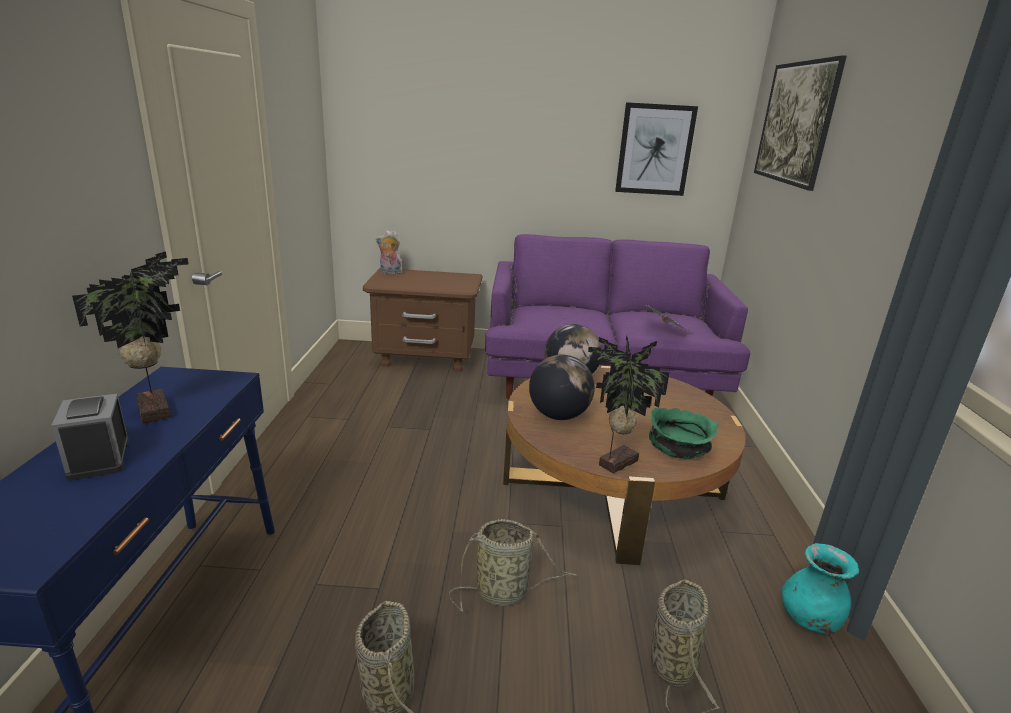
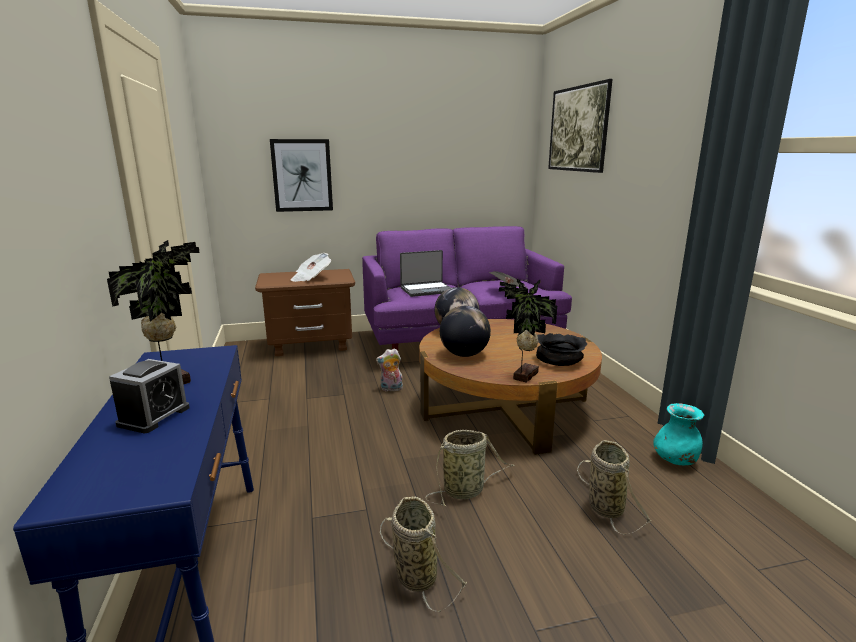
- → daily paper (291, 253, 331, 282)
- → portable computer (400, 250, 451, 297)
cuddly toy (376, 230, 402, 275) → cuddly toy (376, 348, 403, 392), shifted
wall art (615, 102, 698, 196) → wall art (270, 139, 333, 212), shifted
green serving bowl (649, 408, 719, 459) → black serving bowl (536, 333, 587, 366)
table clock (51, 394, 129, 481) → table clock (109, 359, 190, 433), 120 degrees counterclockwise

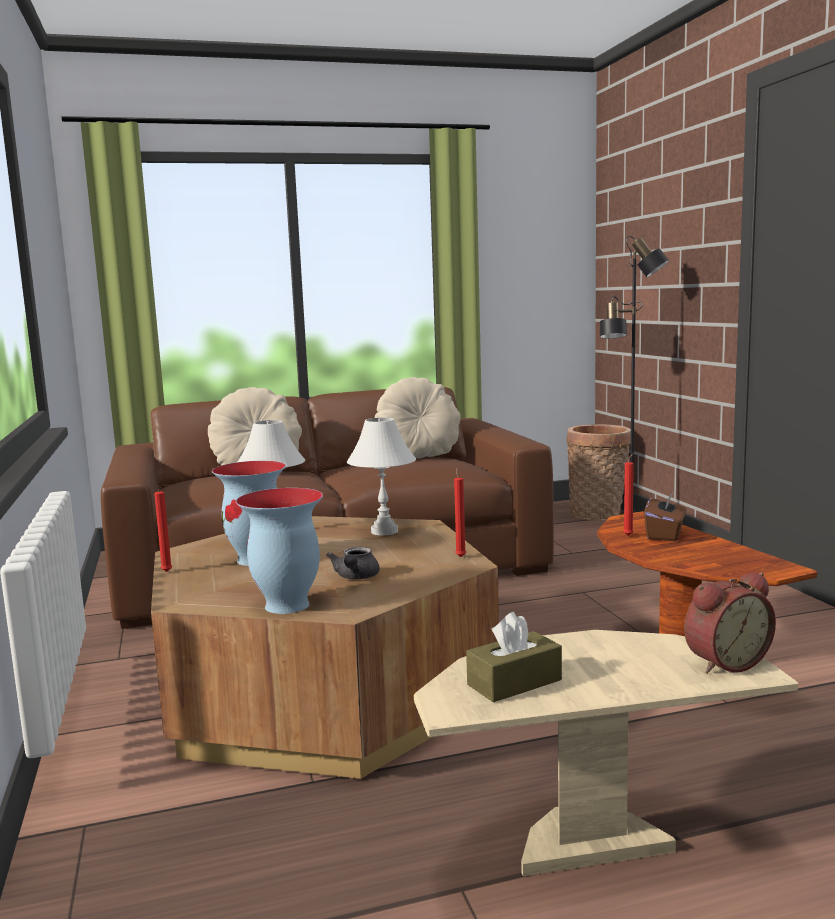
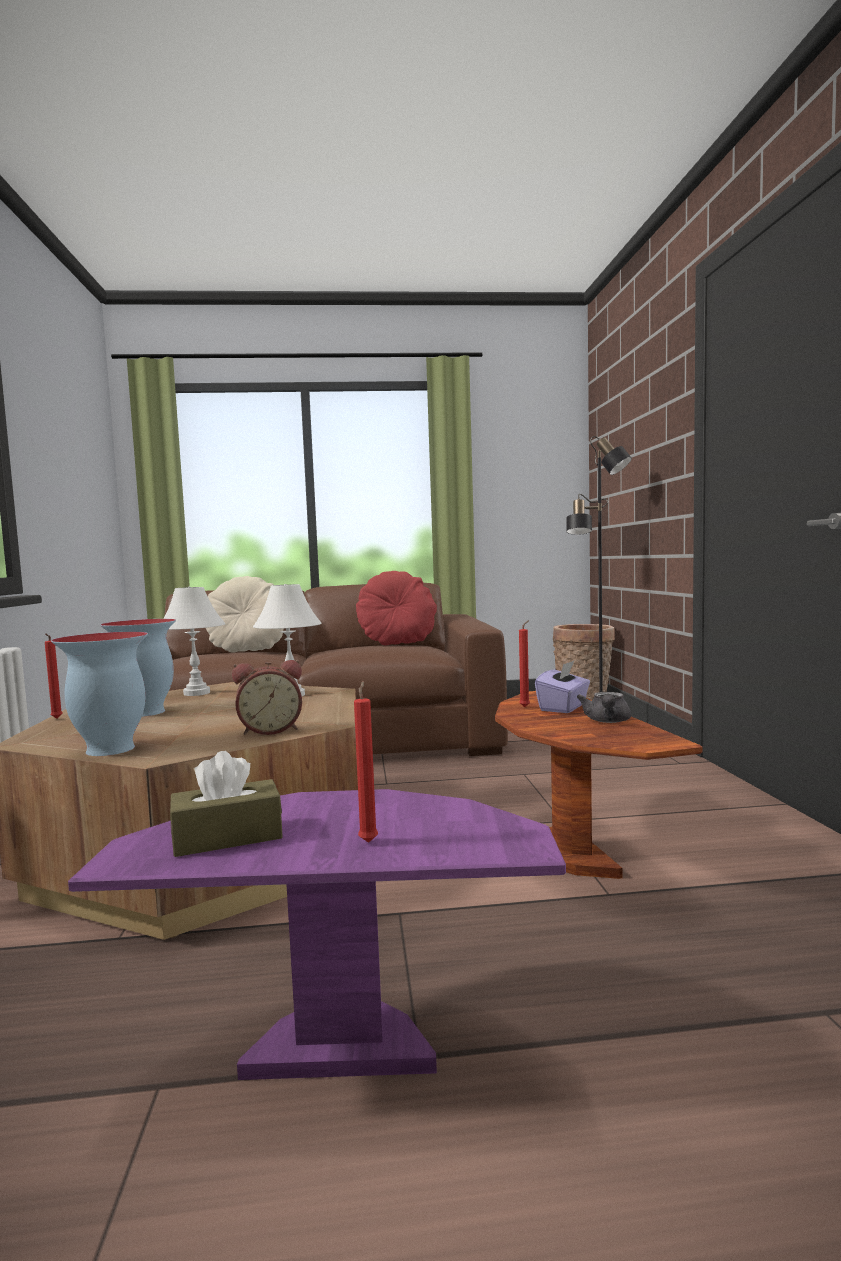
greyish teapot (326, 547, 379, 580) → greyish teapot (577, 692, 631, 723), shifted
red-coloured wax candle (454, 468, 466, 557) → red-coloured wax candle (354, 681, 378, 843), shifted
table clock (684, 572, 776, 674) → table clock (232, 660, 302, 735), shifted
sand-coloured throw pillow (375, 377, 461, 458) → red-coloured throw pillow (356, 571, 437, 645)
sand-coloured end table (414, 630, 798, 876) → purple-coloured end table (68, 789, 566, 1080)
brown tissue holder (644, 491, 686, 541) → purple-coloured tissue holder (535, 660, 590, 713)

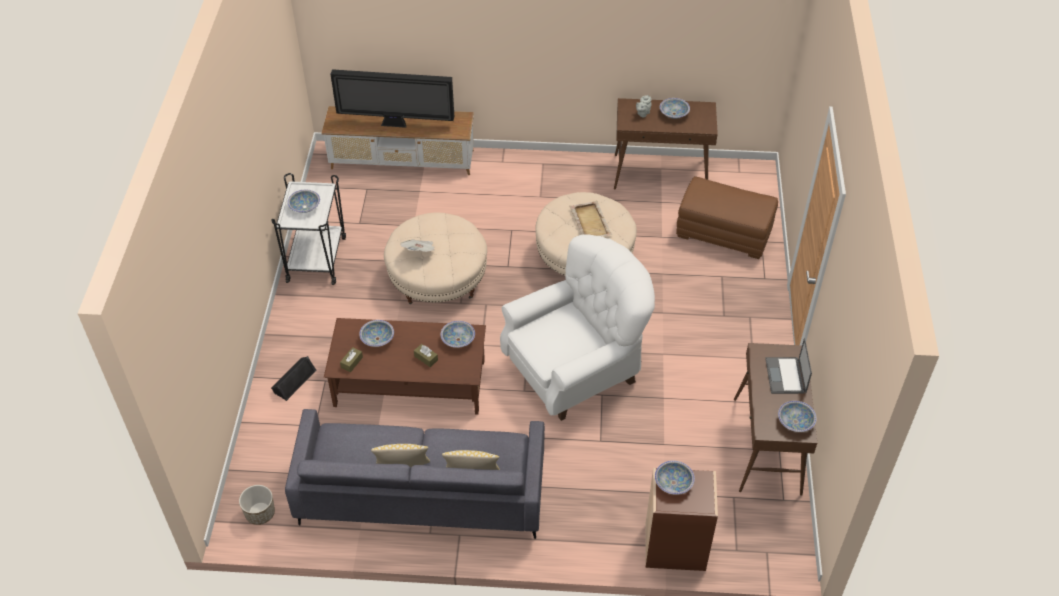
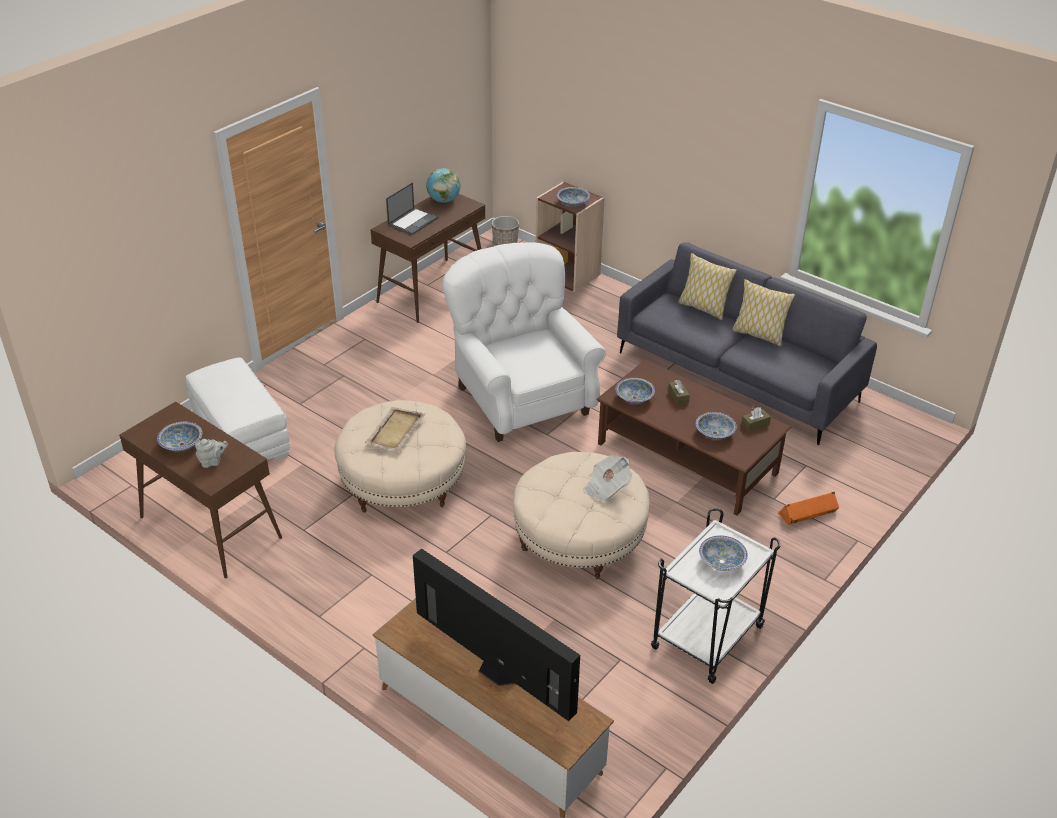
planter (239, 485, 275, 525) → planter (492, 216, 519, 245), shifted
serving bowl (778, 401, 817, 432) → desk globe (426, 168, 461, 203)
black loudspeaker (271, 356, 317, 401) → orangey loudspeaker (778, 491, 839, 525)
brown ottoman (676, 176, 778, 259) → white-coloured ottoman (185, 357, 290, 461)
white-coloured easy chair (500, 234, 655, 421) → white-coloured easy chair (442, 242, 606, 442), 60 degrees clockwise

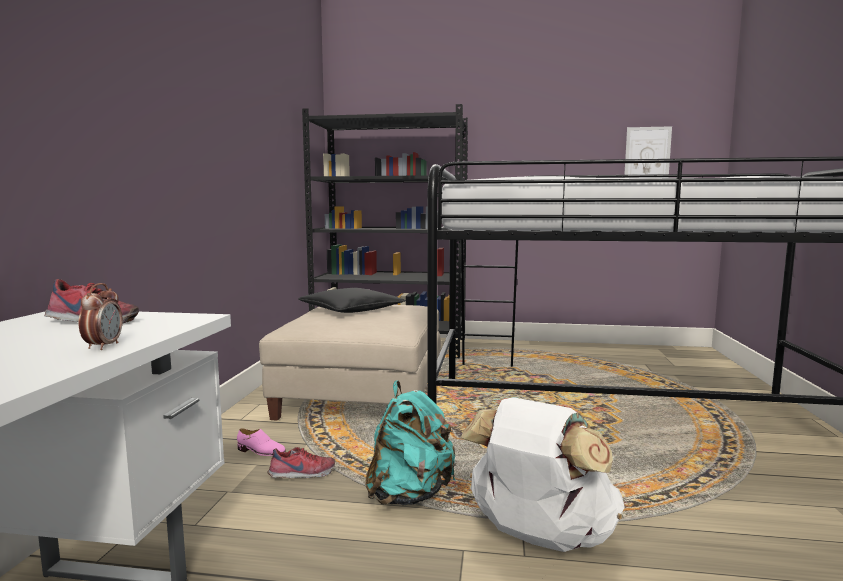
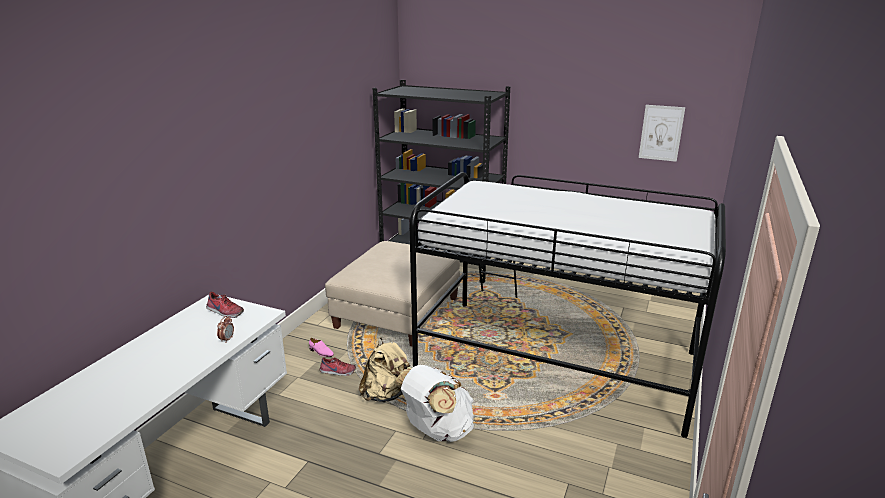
black throw pillow (298, 288, 406, 313) → -
turquoise-coloured backpack (365, 380, 455, 506) → sand-coloured backpack (359, 337, 411, 402)

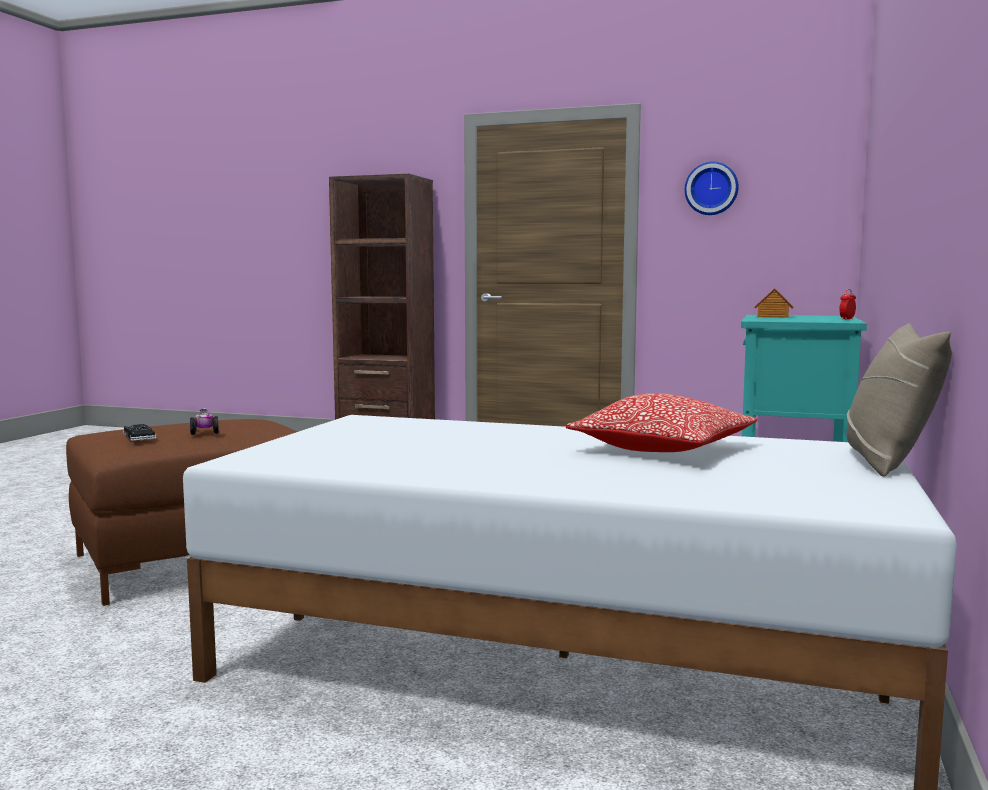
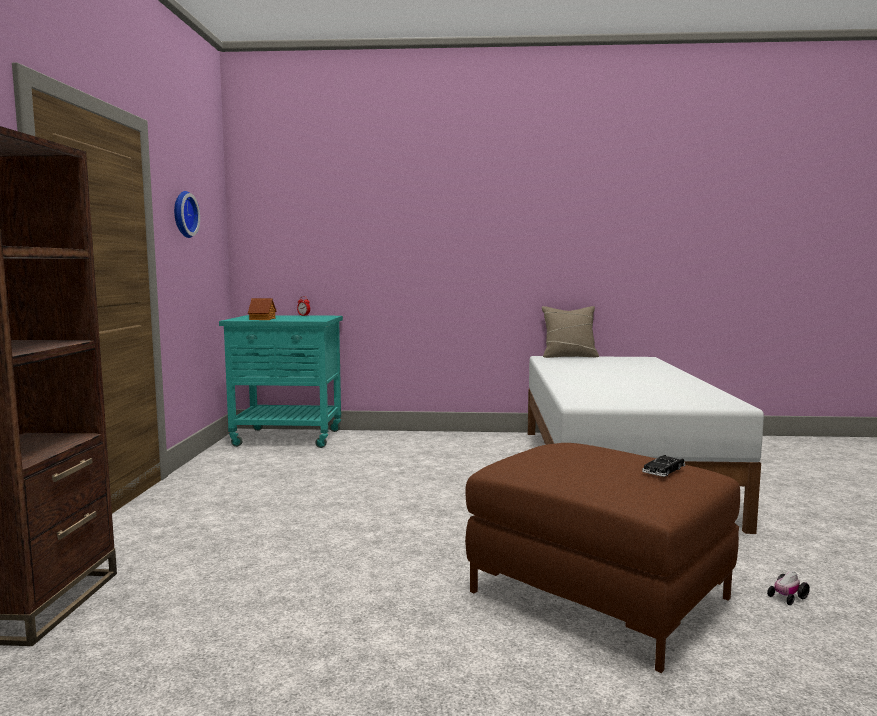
throw pillow (566, 393, 758, 452) → -
model car (190, 408, 219, 435) → model car (767, 571, 810, 605), shifted

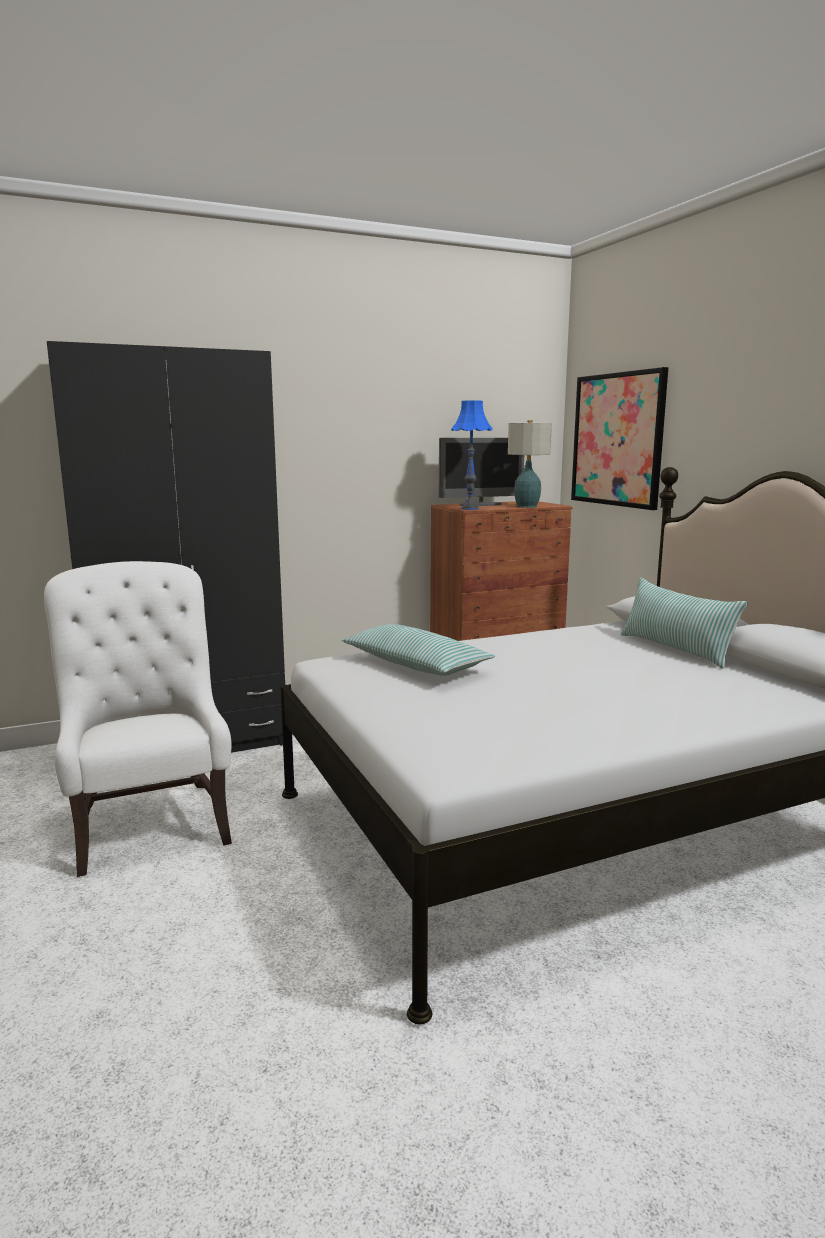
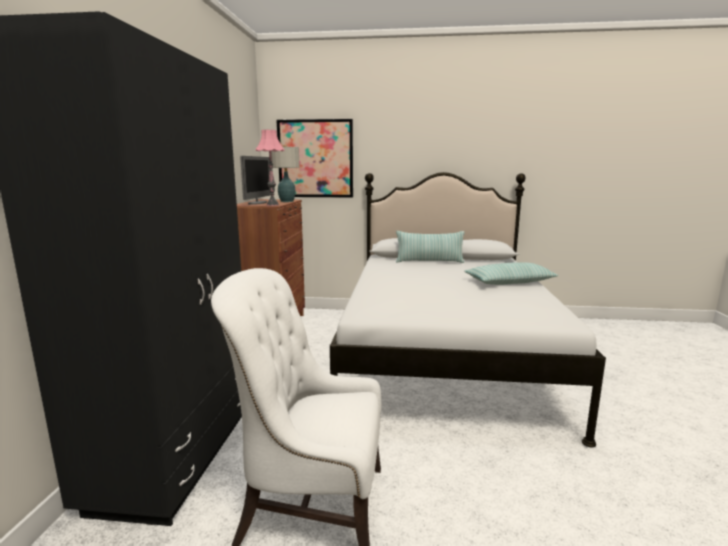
throw pillow (342, 624, 495, 676) → throw pillow (464, 262, 559, 285), shifted
bluish tabletop lamp (451, 400, 493, 510) → pink tabletop lamp (255, 130, 285, 206)

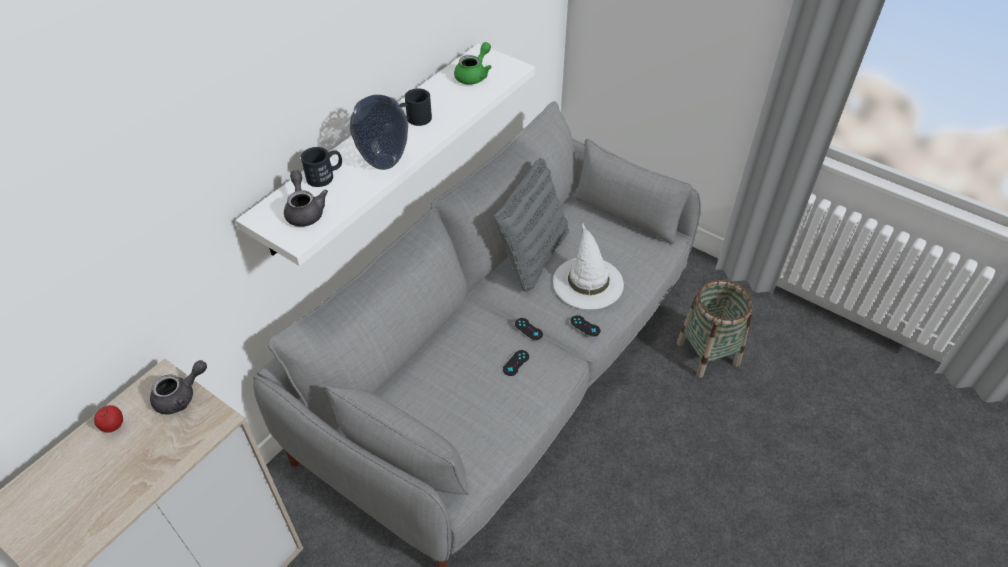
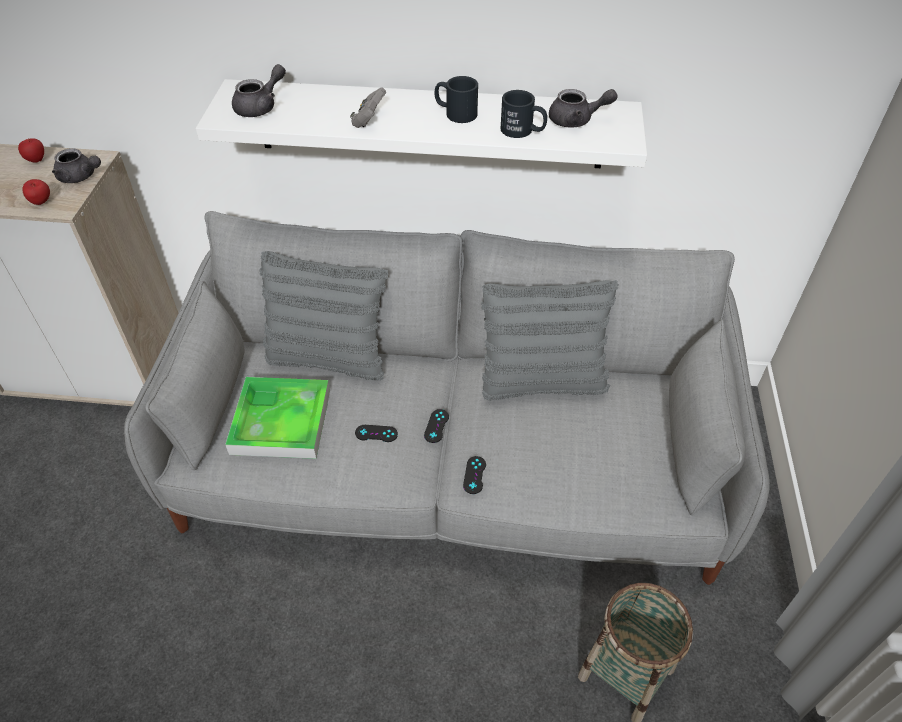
white-coloured wearable hat (553, 223, 624, 309) → -
- → whole apple (22, 179, 50, 205)
- → tray (225, 377, 330, 459)
- → greyish throw pillow (259, 251, 389, 380)
black coffee mug (301, 147, 342, 187) → black coffee mug (501, 90, 547, 138), shifted
flower vase (350, 95, 408, 170) → greyish joypad (350, 87, 386, 128)
green teapot (454, 42, 492, 85) → greyish teapot (549, 89, 618, 127)

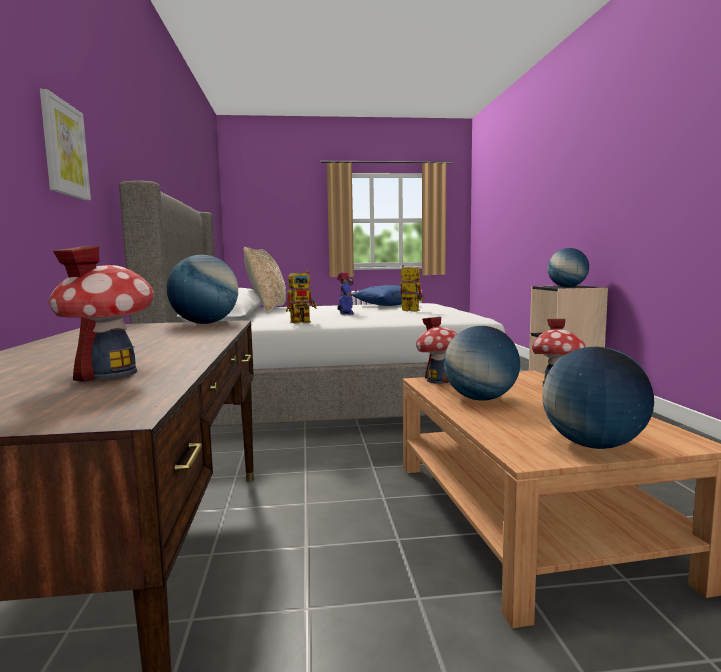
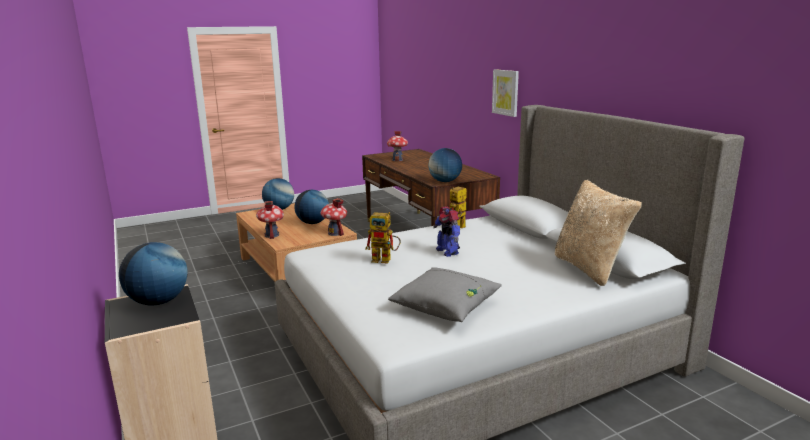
bluish throw pillow (352, 285, 423, 306) → greyish throw pillow (388, 267, 502, 322)

